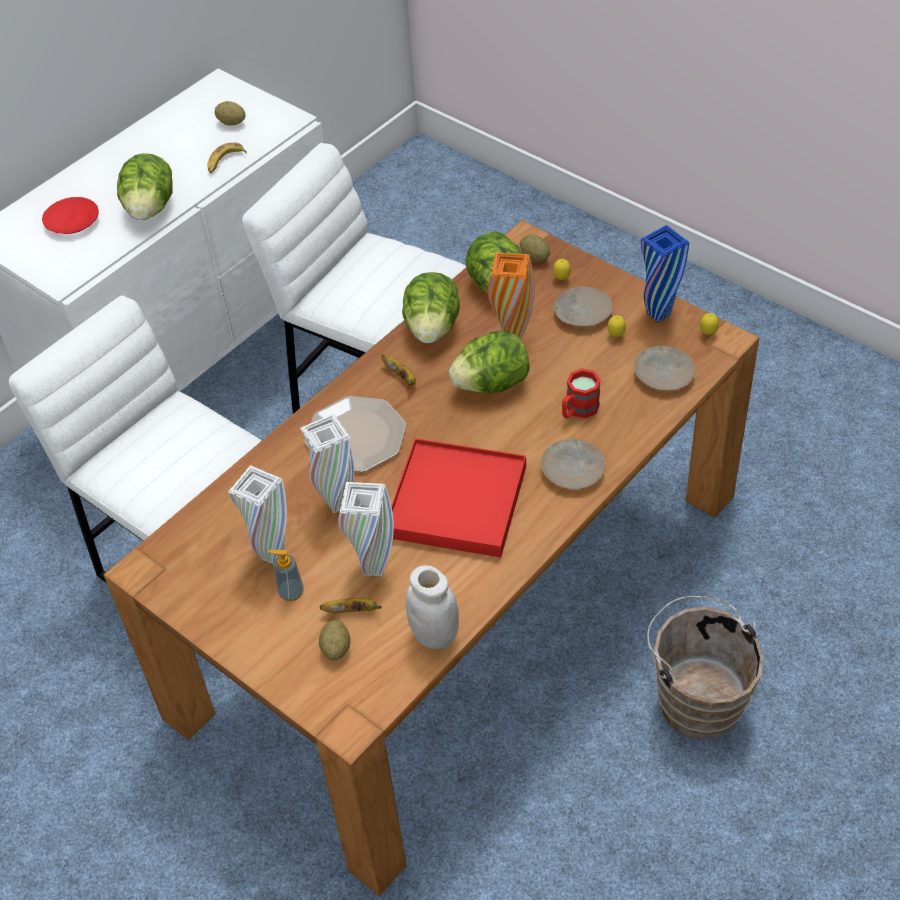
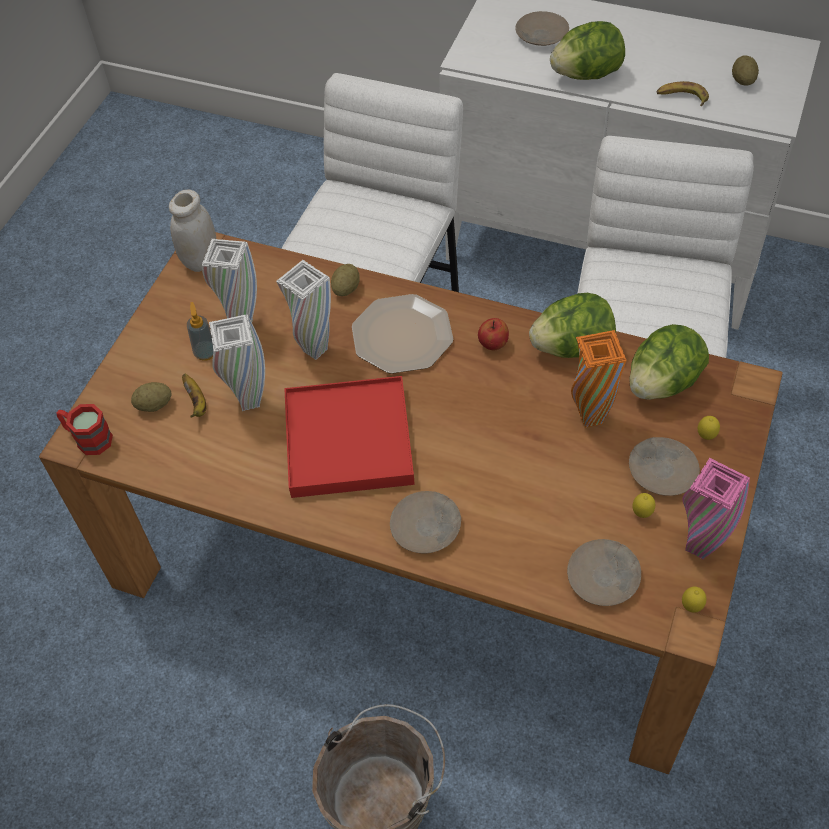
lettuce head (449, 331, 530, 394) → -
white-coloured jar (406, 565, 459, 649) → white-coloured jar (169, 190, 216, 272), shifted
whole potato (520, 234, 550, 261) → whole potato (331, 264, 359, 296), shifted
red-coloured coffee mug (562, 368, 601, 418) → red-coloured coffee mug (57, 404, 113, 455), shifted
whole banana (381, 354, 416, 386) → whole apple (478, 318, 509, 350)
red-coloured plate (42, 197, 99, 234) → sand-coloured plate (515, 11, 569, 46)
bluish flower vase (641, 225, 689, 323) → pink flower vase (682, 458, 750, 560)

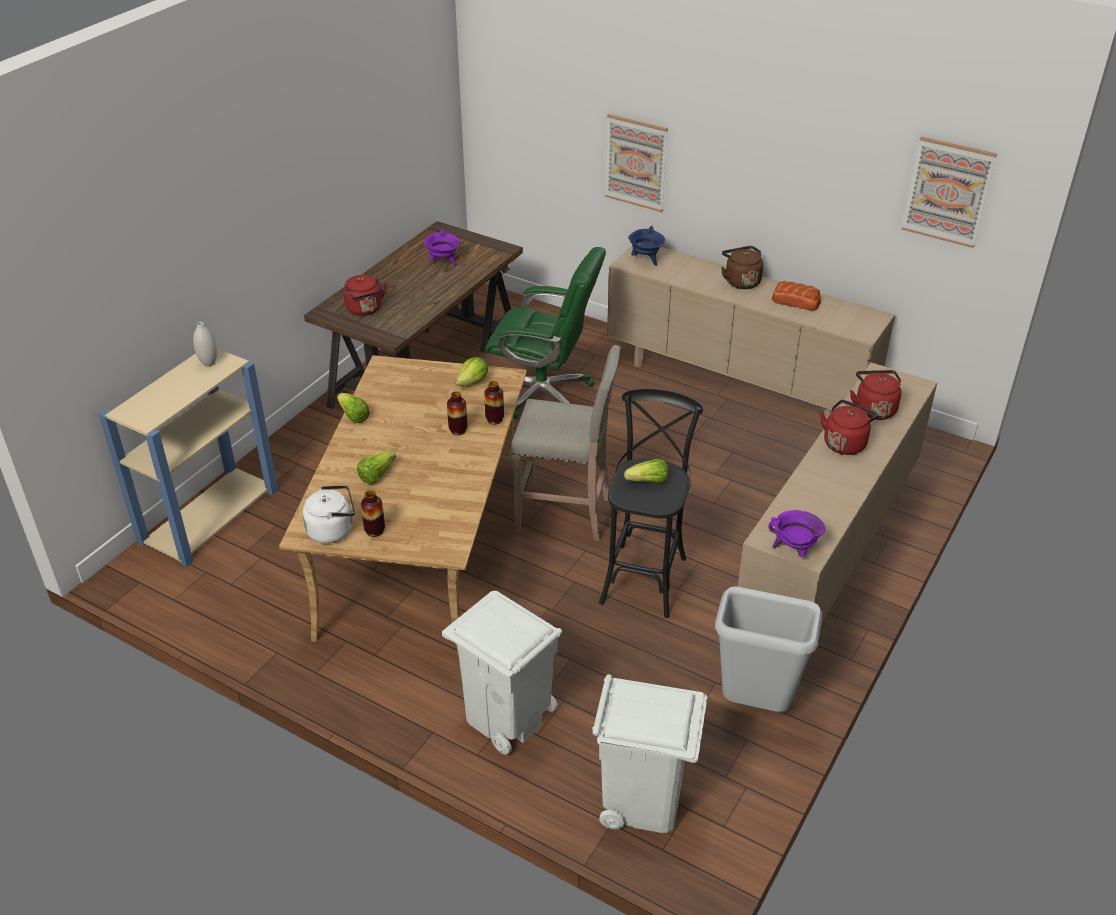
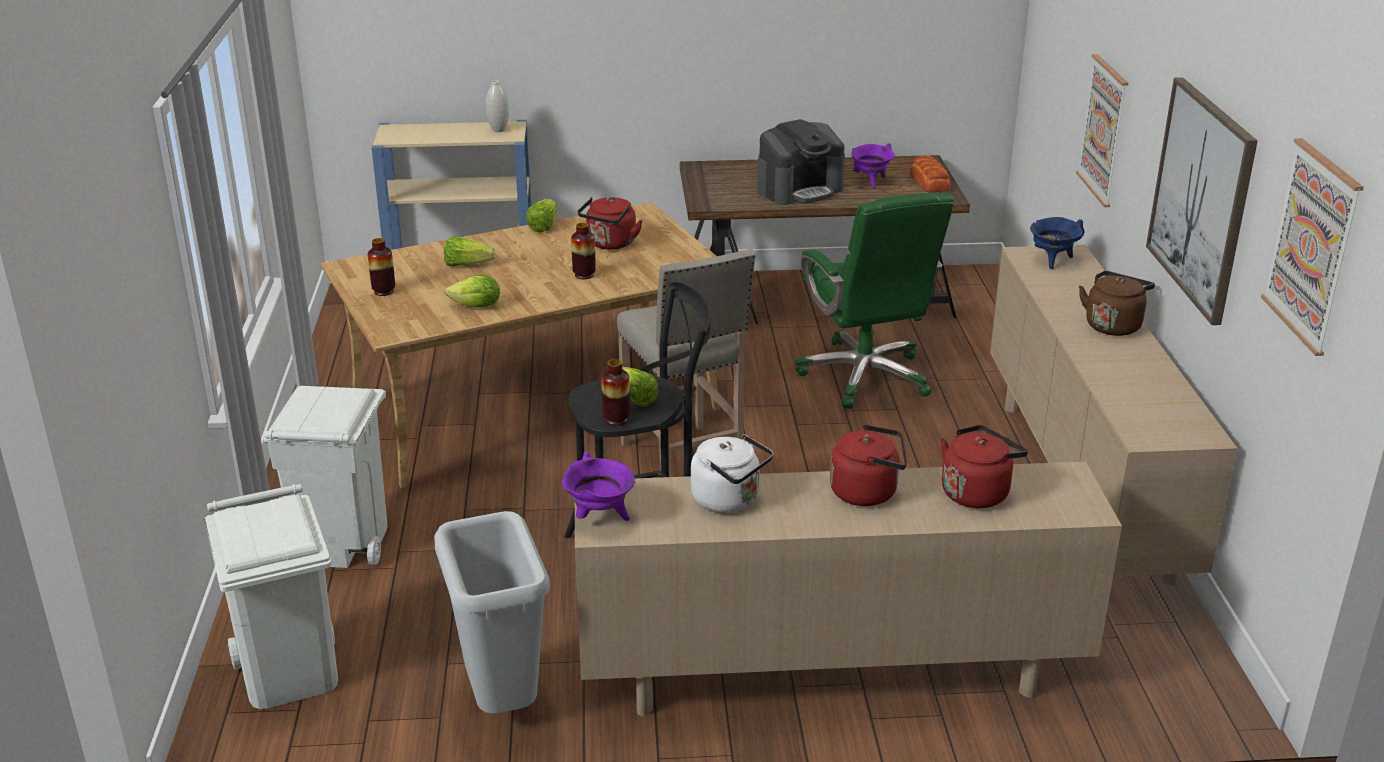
- → coffee machine (757, 119, 845, 205)
- → wall art (1146, 77, 1257, 325)
white-coloured tea kettle (302, 485, 355, 544) → white-coloured tea kettle (691, 434, 774, 513), shifted
red-coloured tea kettle (343, 275, 387, 316) → red-coloured tea kettle (577, 197, 643, 250), shifted
lettuce head (455, 357, 488, 387) → lettuce head (445, 274, 500, 308), shifted
flower vase (484, 381, 504, 425) → flower vase (601, 359, 630, 425), shifted
bread (772, 281, 821, 311) → bread (909, 155, 951, 193), shifted

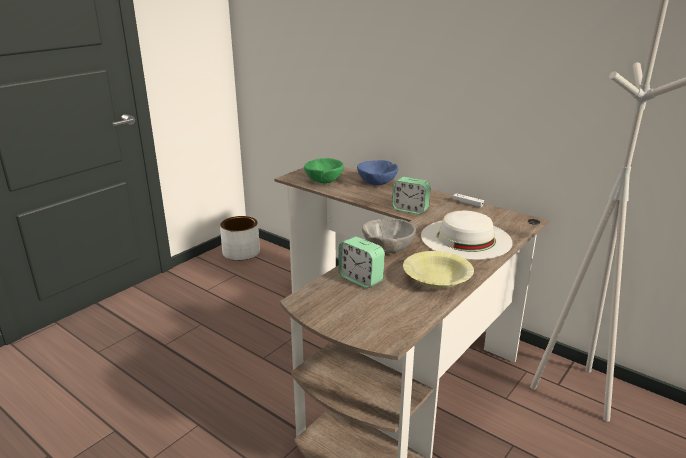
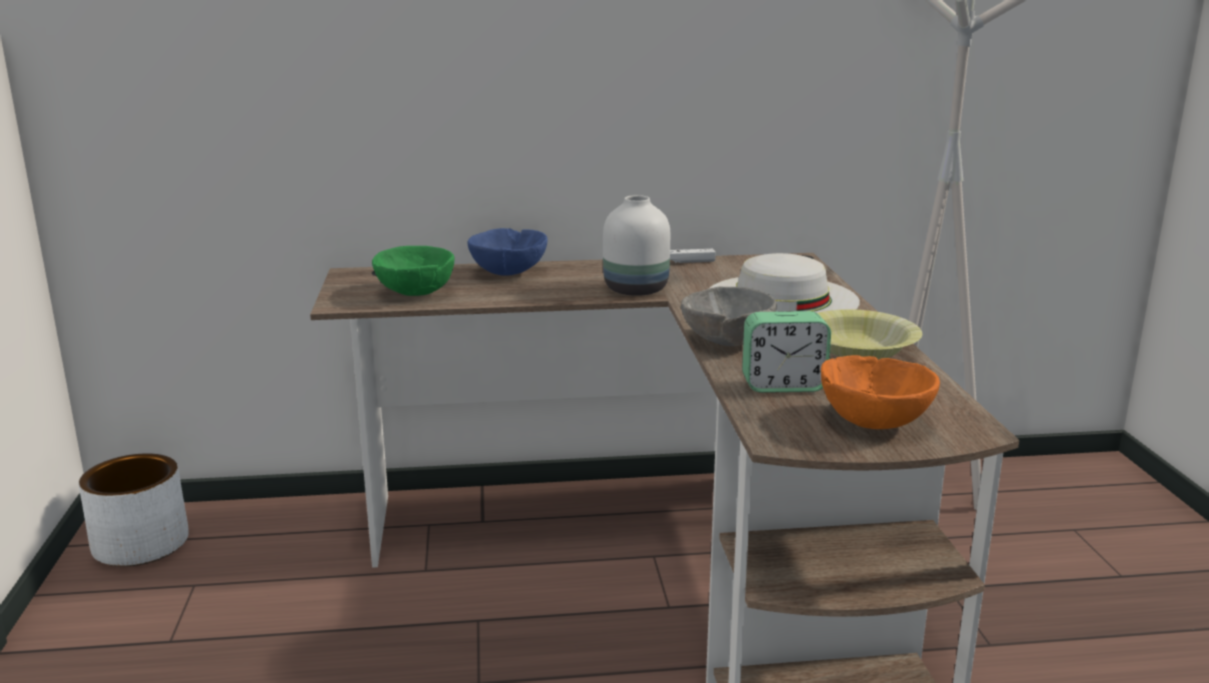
- → orangey serving bowl (821, 355, 940, 429)
table clock (392, 177, 431, 214) → white-coloured flower vase (603, 195, 670, 296)

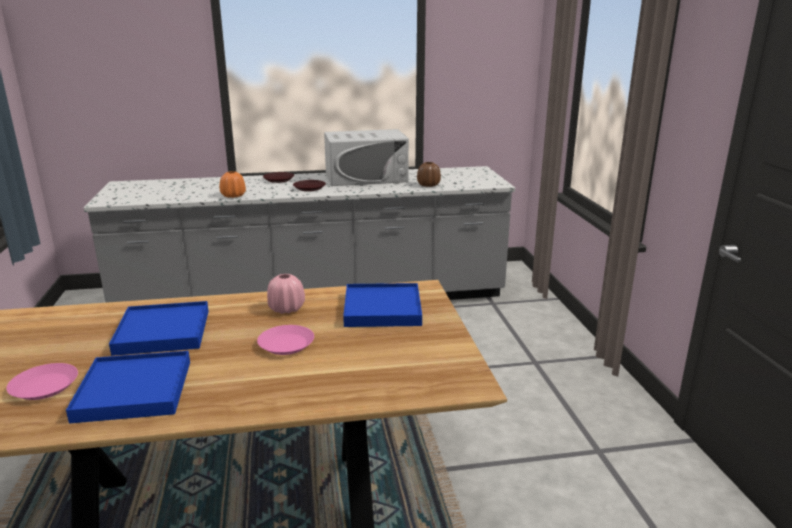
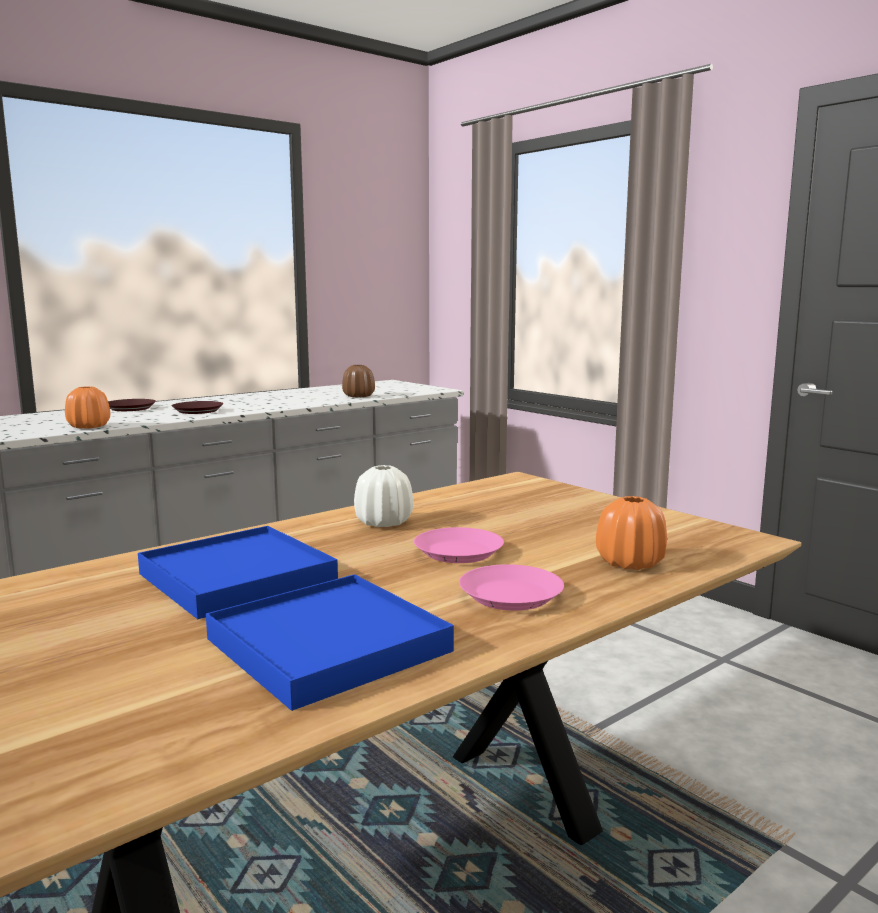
white-coloured kitchen microwave (324, 129, 409, 186) → -
bluish tray (343, 283, 422, 327) → -
- → orangey flower vase (596, 496, 667, 570)
pink plate (6, 363, 78, 400) → pink plate (459, 564, 564, 611), shifted
pink flower vase (267, 274, 305, 314) → white-coloured flower vase (354, 465, 413, 527)

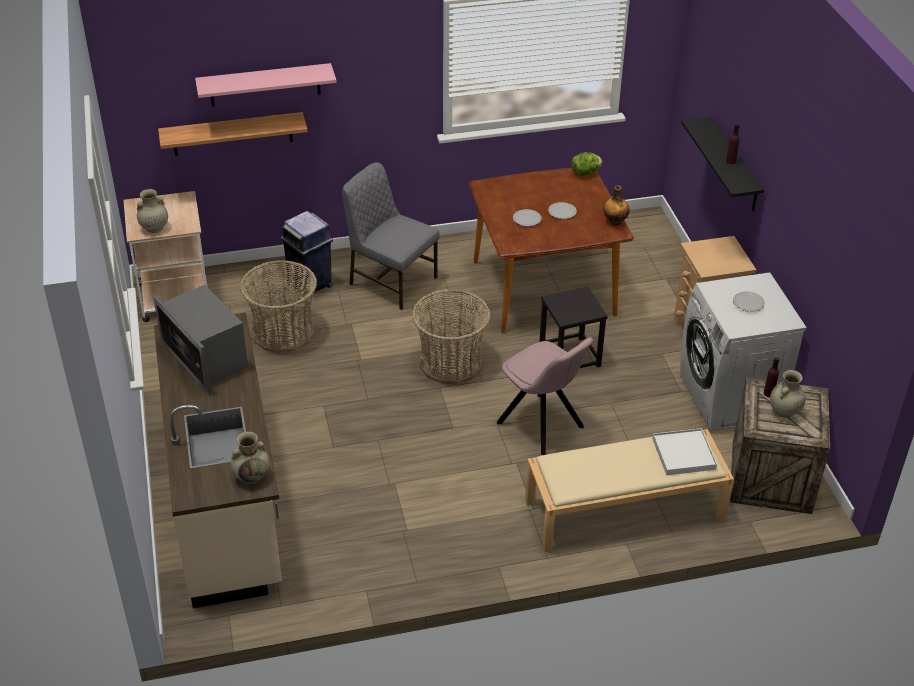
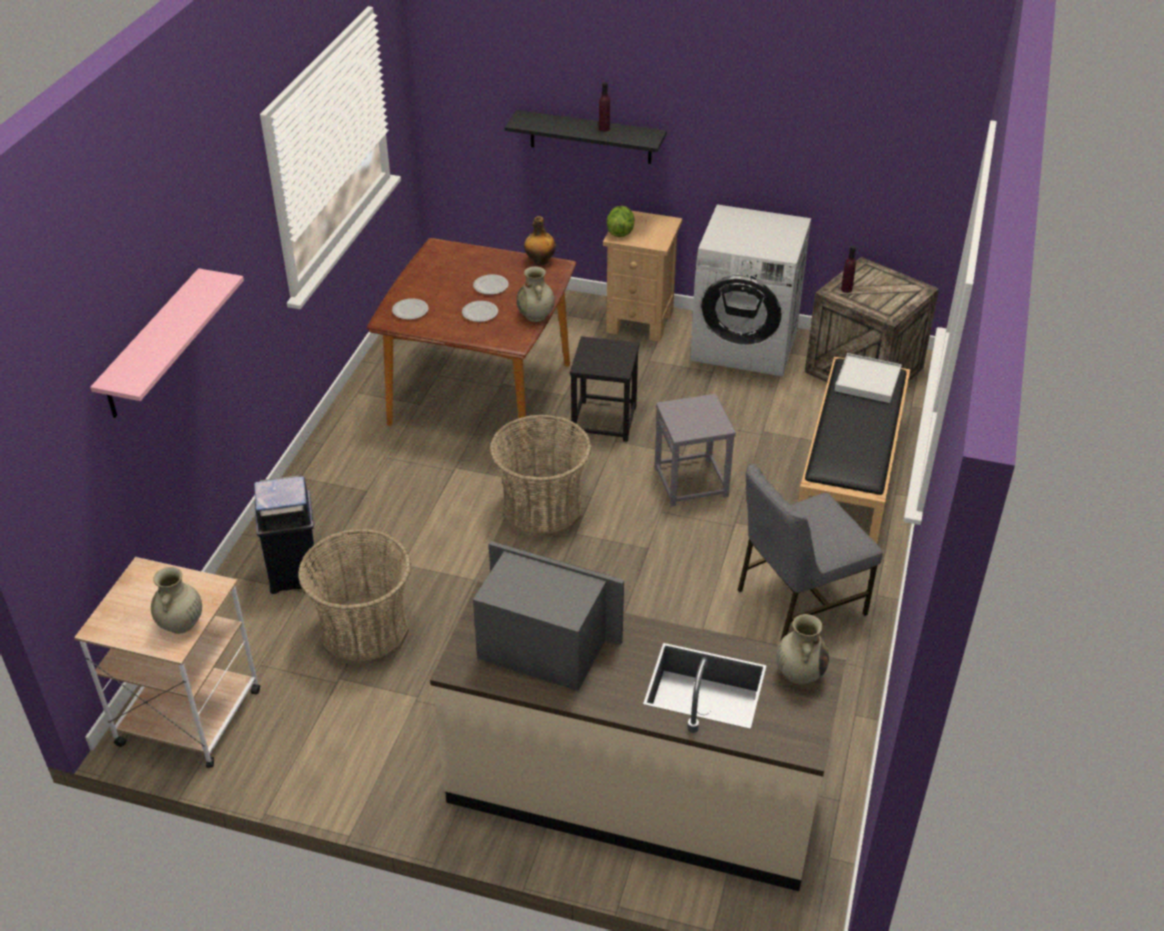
shelf (158, 112, 307, 156) → -
greyish chair (342, 163, 440, 310) → greyish chair (738, 464, 883, 641), shifted
lettuce head (572, 152, 602, 176) → lettuce head (607, 206, 635, 237), shifted
plate (733, 291, 765, 312) → plate (392, 298, 429, 320), shifted
sand-coloured flower vase (770, 370, 806, 418) → sand-coloured flower vase (517, 266, 555, 322), shifted
pink chair (497, 337, 593, 455) → greyish sitting stool (654, 394, 736, 506)
sand-coloured bench (525, 429, 734, 552) → black bench (798, 357, 910, 544)
kitchen microwave (153, 285, 248, 395) → kitchen microwave (473, 541, 624, 691), 150 degrees counterclockwise

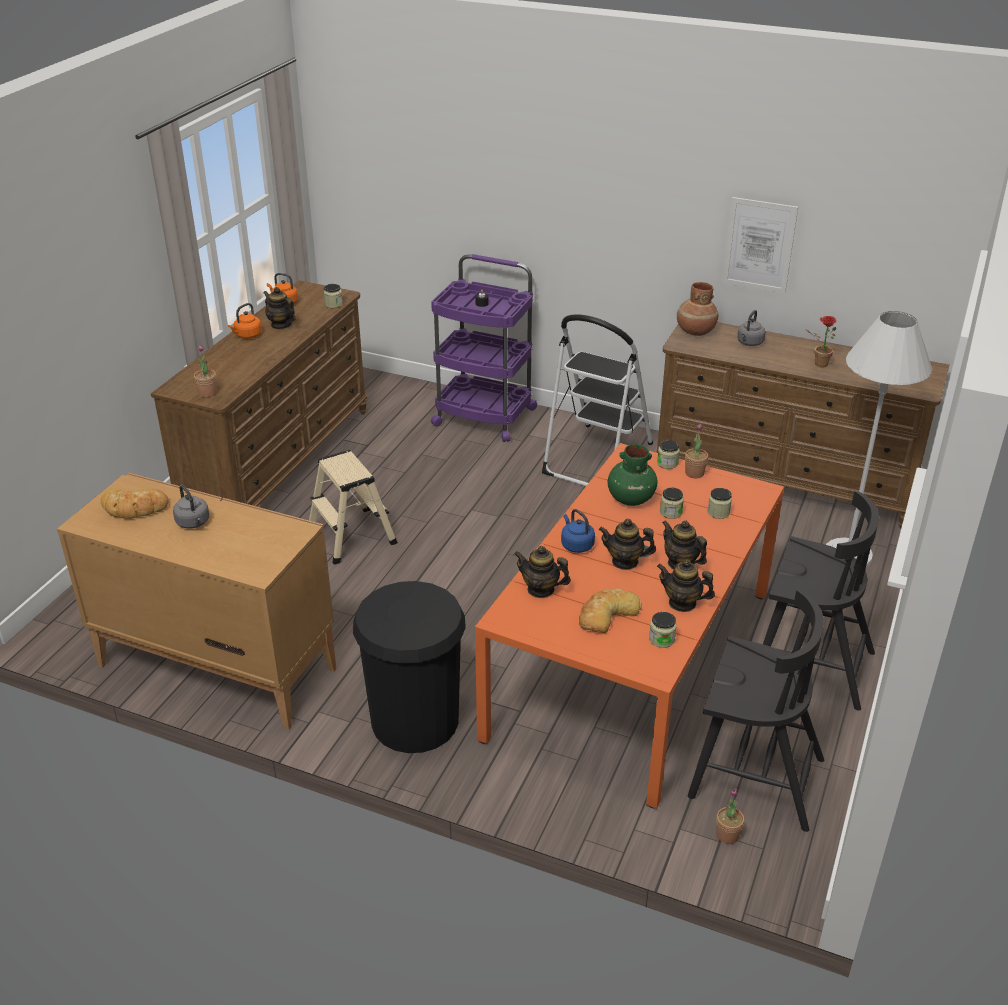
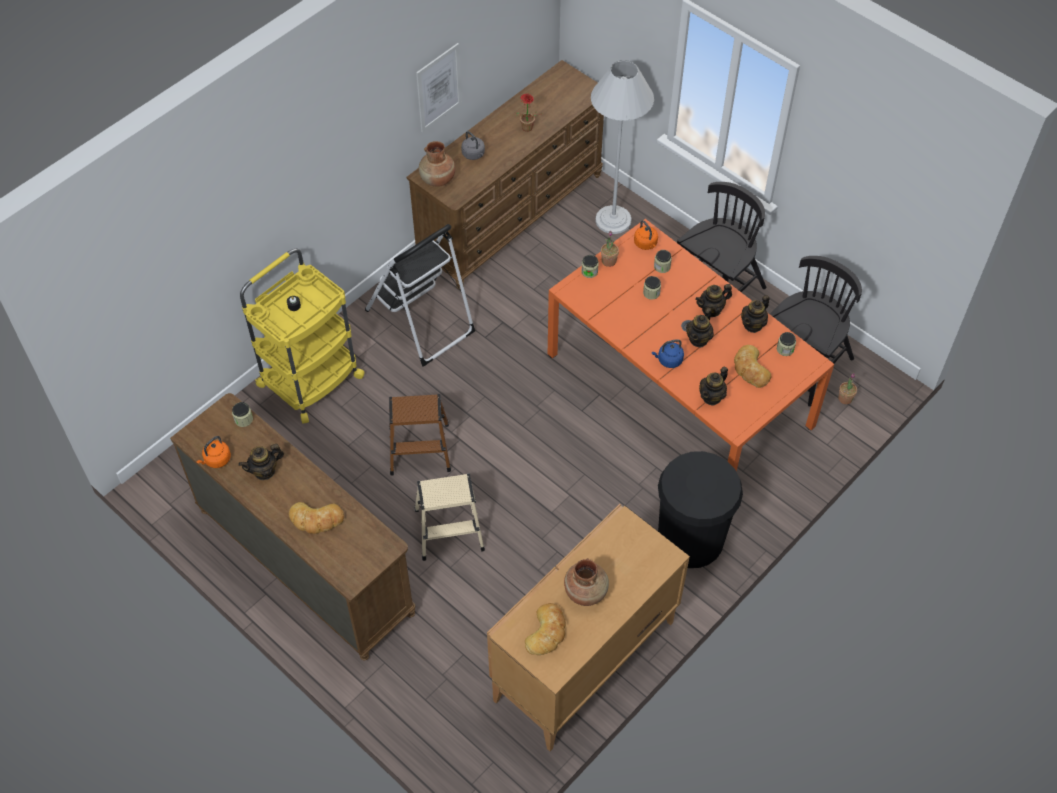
plant in a pot (194, 345, 217, 398) → -
green flower vase (608, 444, 658, 506) → -
- → bread (289, 502, 344, 534)
- → brown step ladder (389, 394, 451, 476)
orangey tea kettle (228, 303, 262, 339) → orangey tea kettle (634, 220, 658, 250), shifted
greyish tea kettle (173, 485, 209, 529) → brown flower vase (564, 558, 609, 606)
purple-coloured trolley (431, 254, 537, 442) → yellow trolley (240, 249, 365, 424)

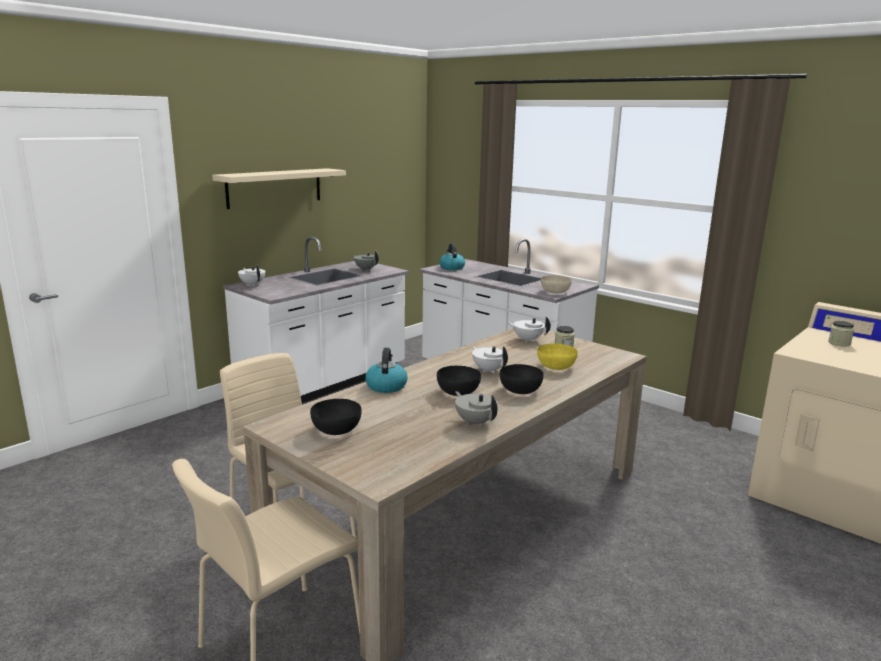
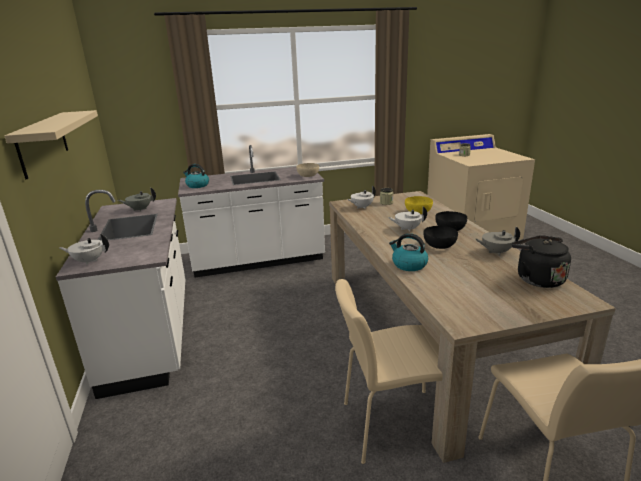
black serving bowl (310, 399, 362, 435) → -
- → black tea kettle (511, 235, 571, 288)

